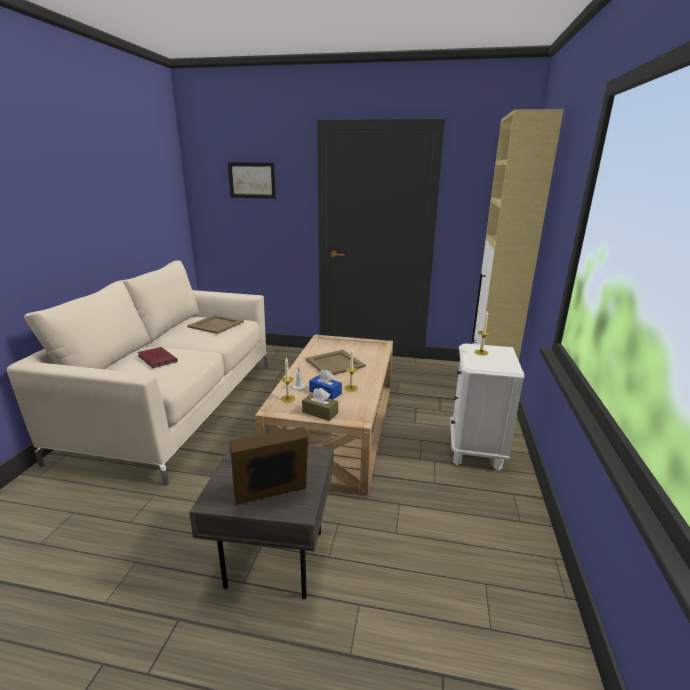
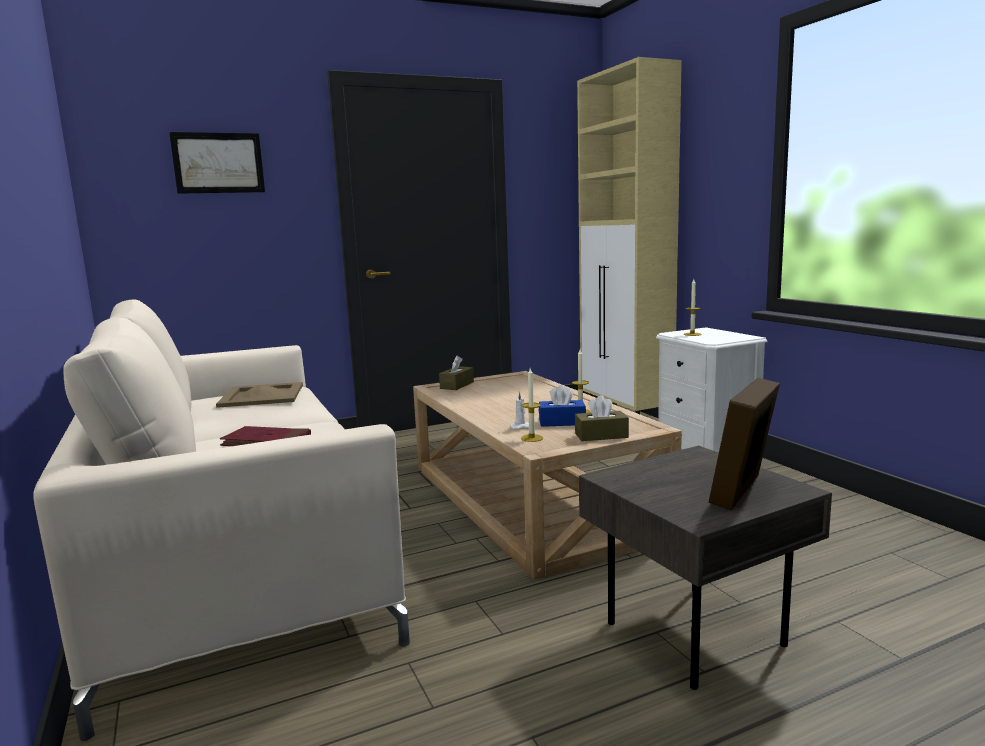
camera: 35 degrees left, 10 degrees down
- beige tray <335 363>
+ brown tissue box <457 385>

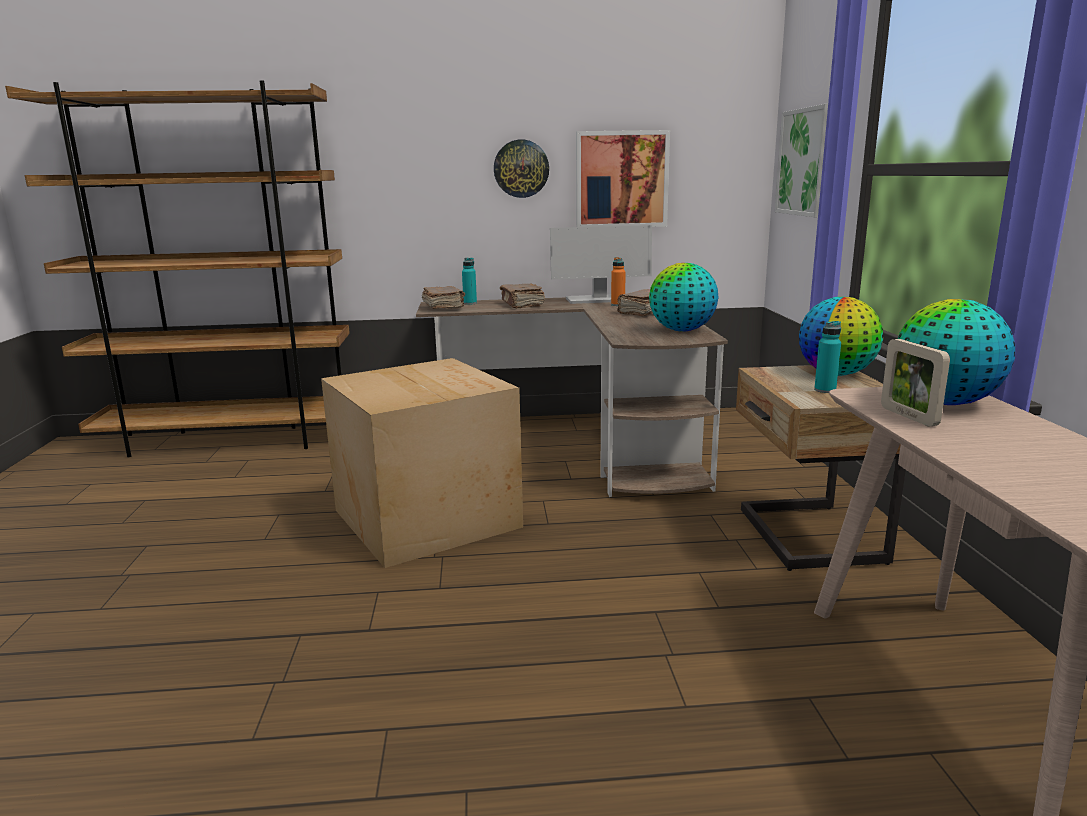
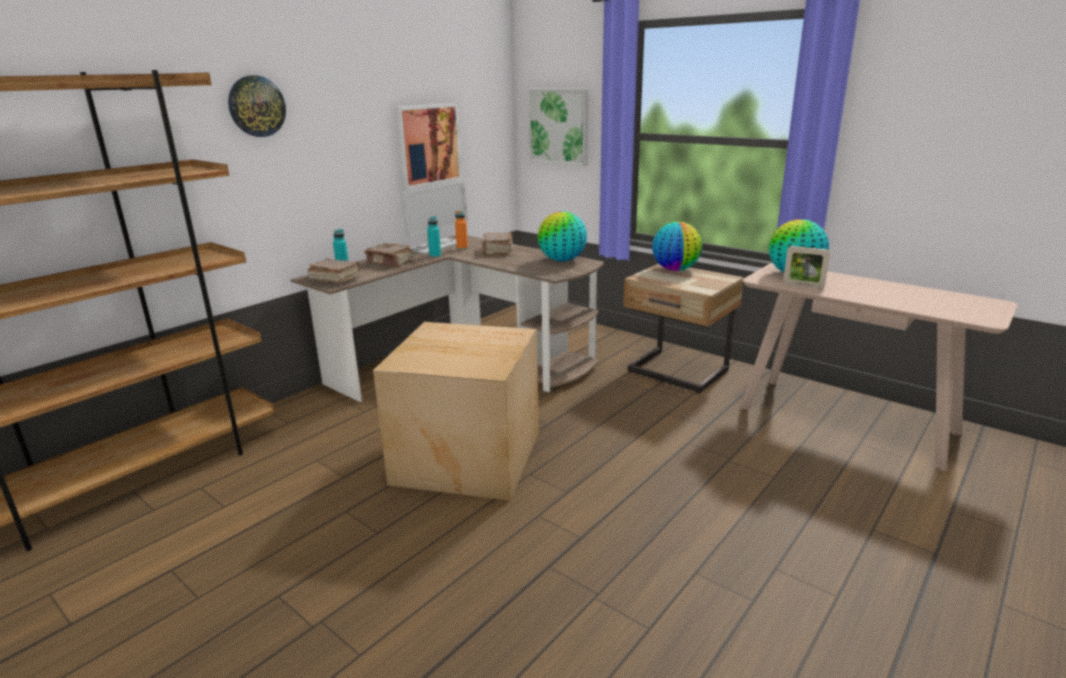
camera: 45 degrees left, 5 degrees up
~ wall clock <521 169> to <256 106>
~ turquoise bottle <825 390> to <435 256>

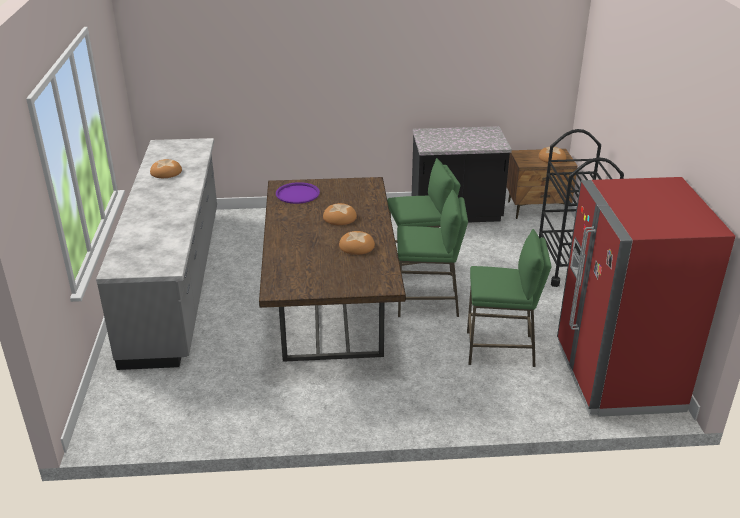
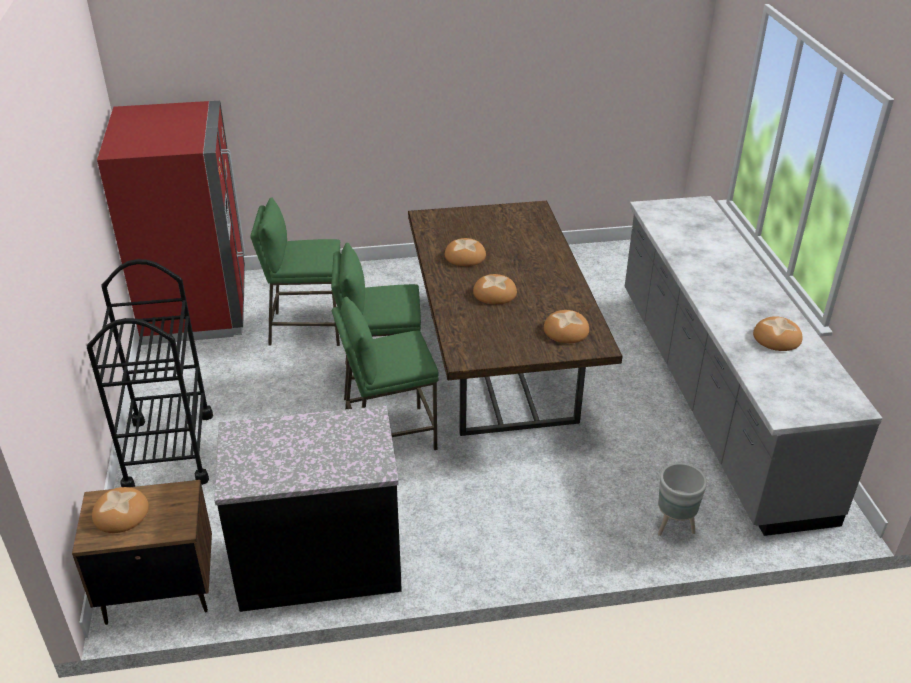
camera: 175 degrees right, 5 degrees up
~ purple tray <297 194> to bread <565 330>
+ grey planter <674 527>

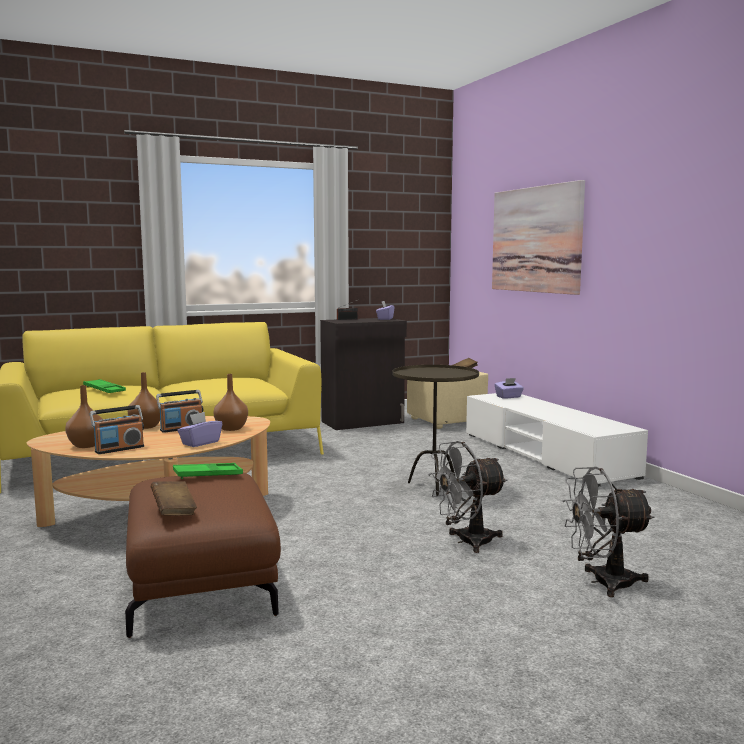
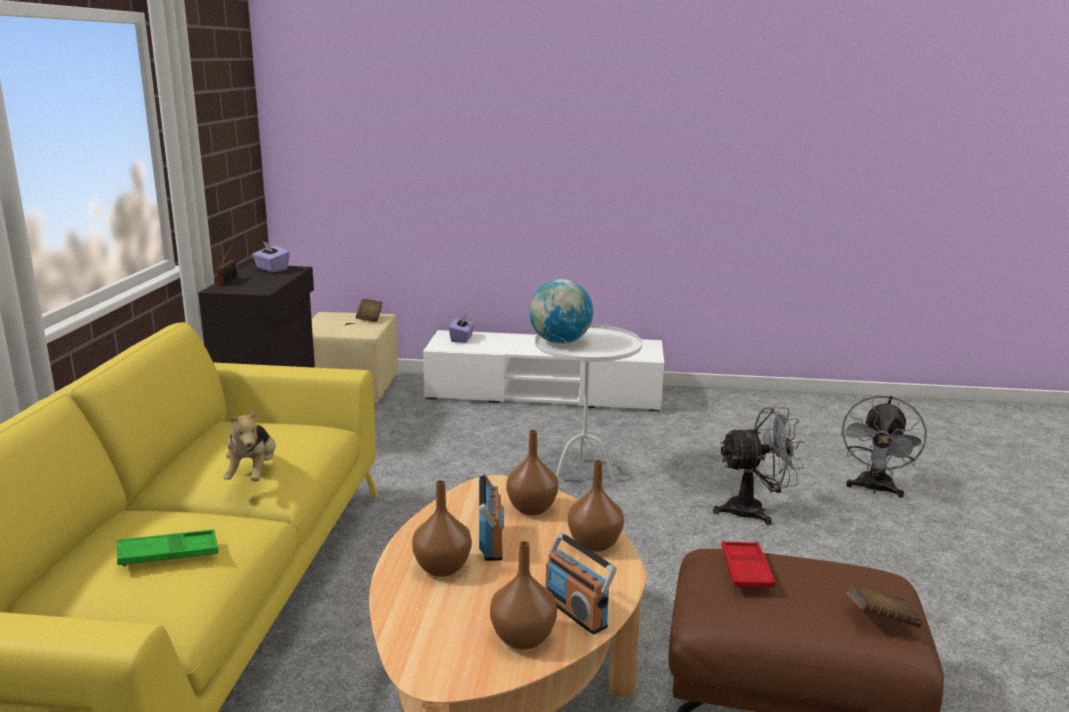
camera: 60 degrees left, 10 degrees up
~ radio <119 449> = <576 612> 150 degrees clockwise
~ green tray <208 475> to red tray <746 570>
~ purple tissue box <200 443> to brown vase <595 544>
~ brown side table <433 486> to white side table <583 474>
~ grey fan <467 542> = <754 510> 105 degrees counterclockwise
- picture <536 239>
+ plush toy <253 474>
+ globe <560 342>

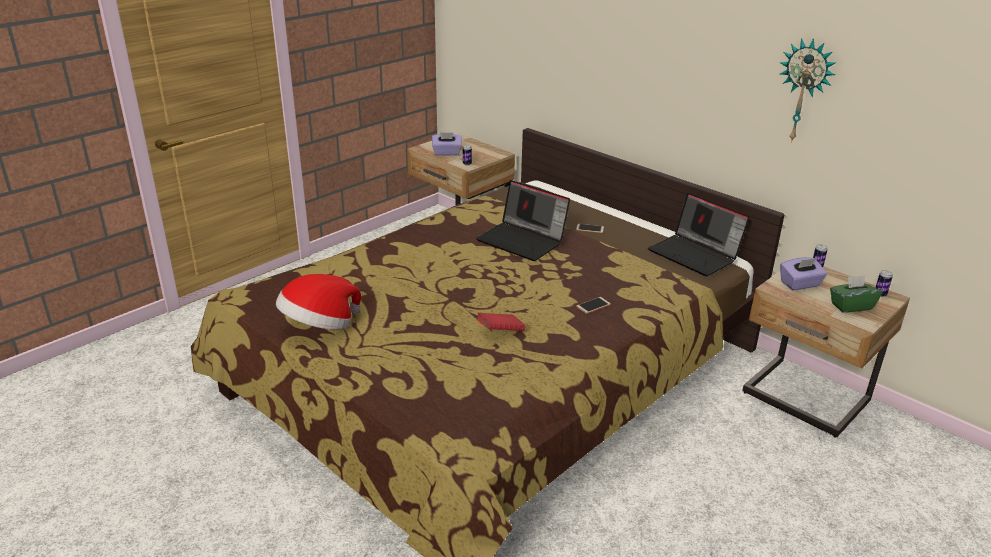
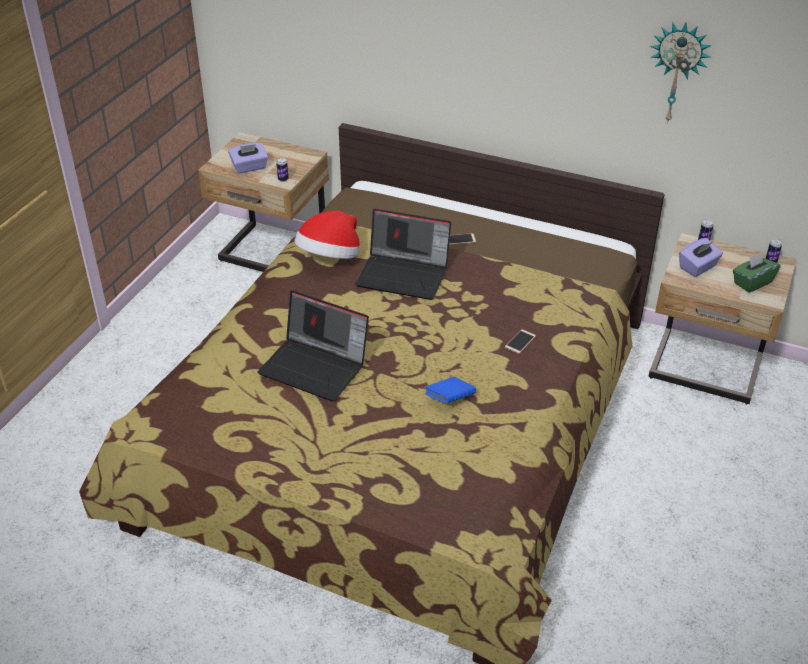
camera: 20 degrees left, 10 degrees up
~ hat <319 326> to <330 258>
~ red book <500 331> to blue book <450 399>
~ laptop <695 255> to <316 367>

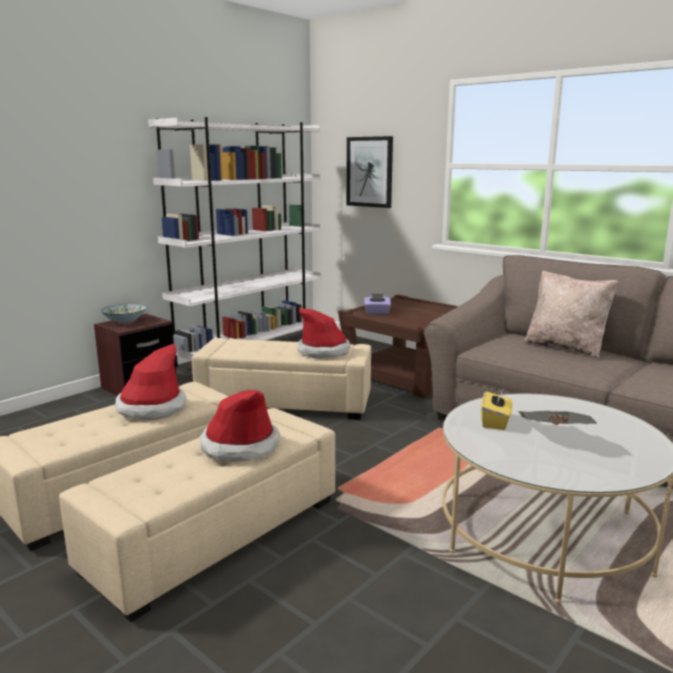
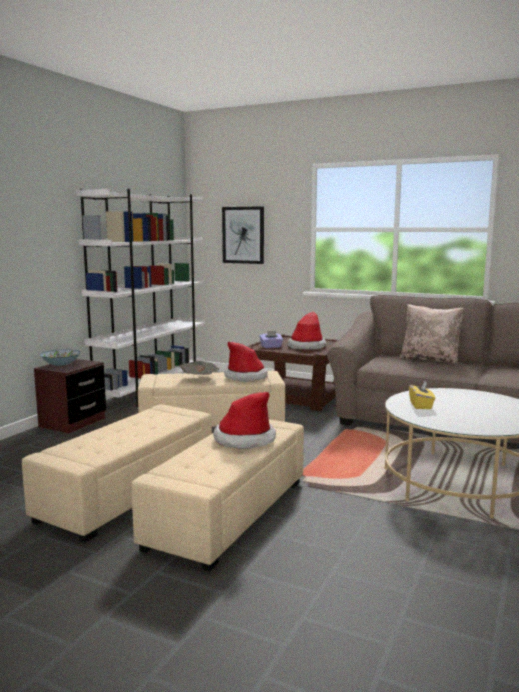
camera: 15 degrees left, 5 degrees down
~ hat <151 408> to <306 346>
~ newspaper <554 437> to <200 379>

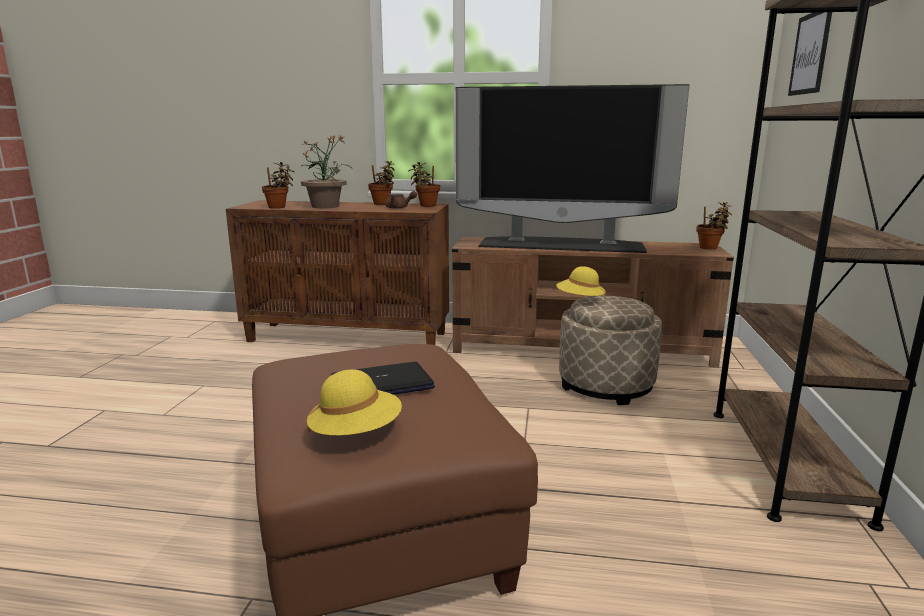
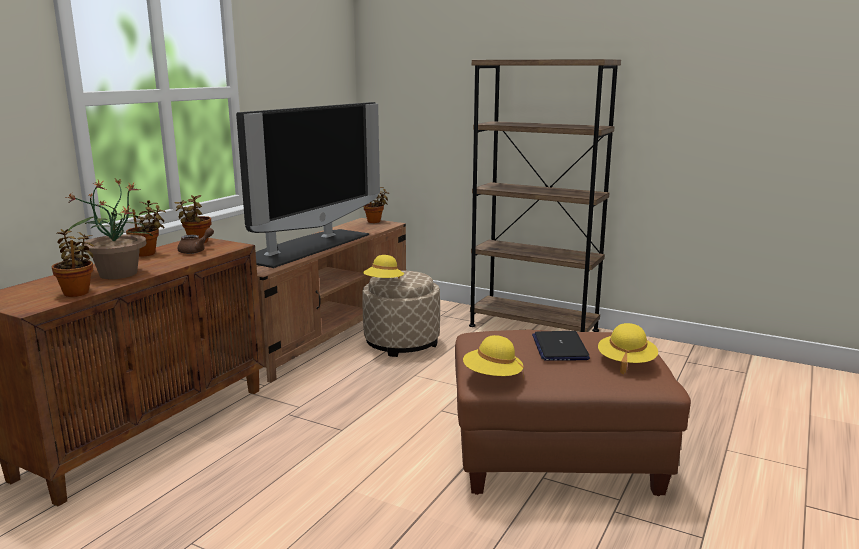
camera: 70 degrees left, 0 degrees up
- picture <810 53>
+ yellow hat <492 377>

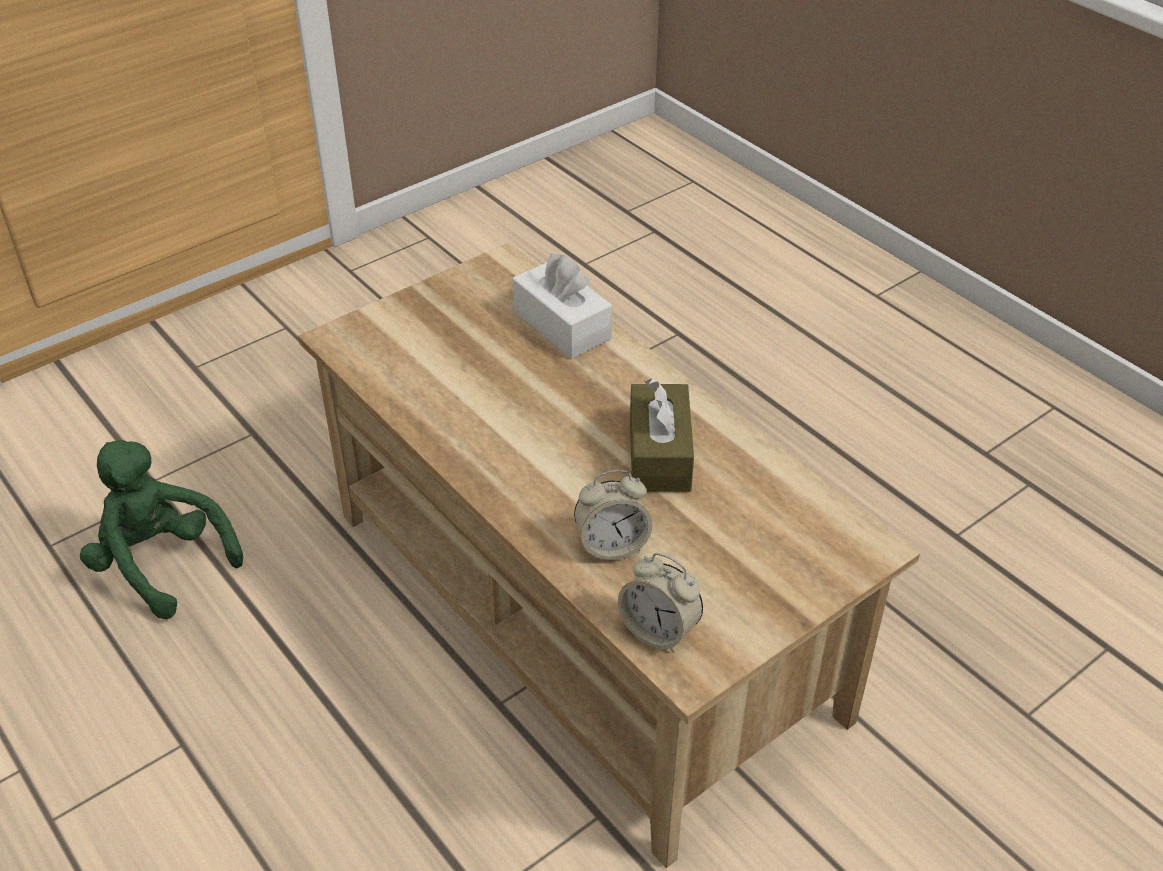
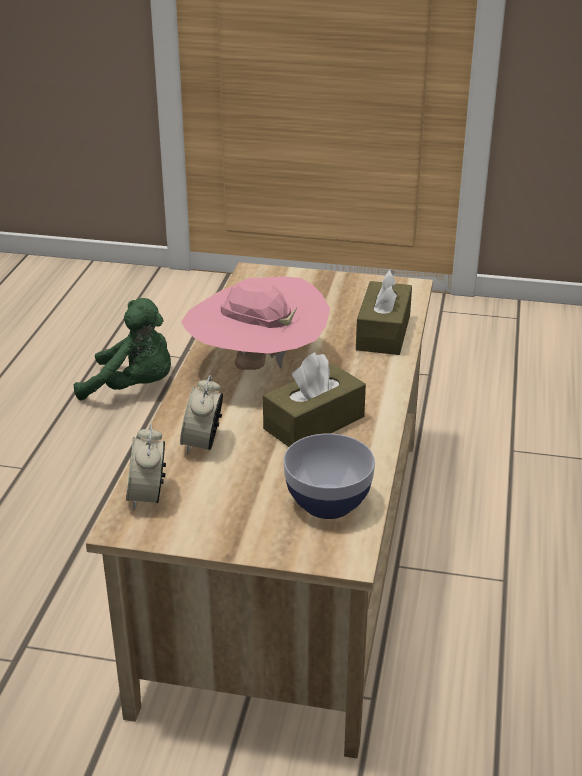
camera: 50 degrees right, 10 degrees down
~ green plush toy <161 564> = <134 387> 105 degrees clockwise
~ white tissue box <562 325> to brown tissue box <383 332>
~ alarm clock <612 545> = <203 444> 60 degrees clockwise
+ pink hat <256 367>
+ bowl <328 503>

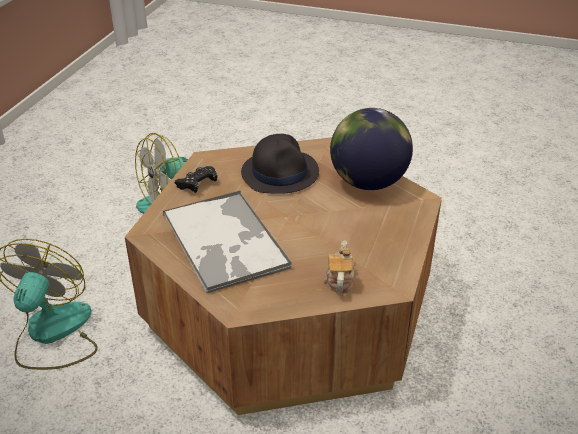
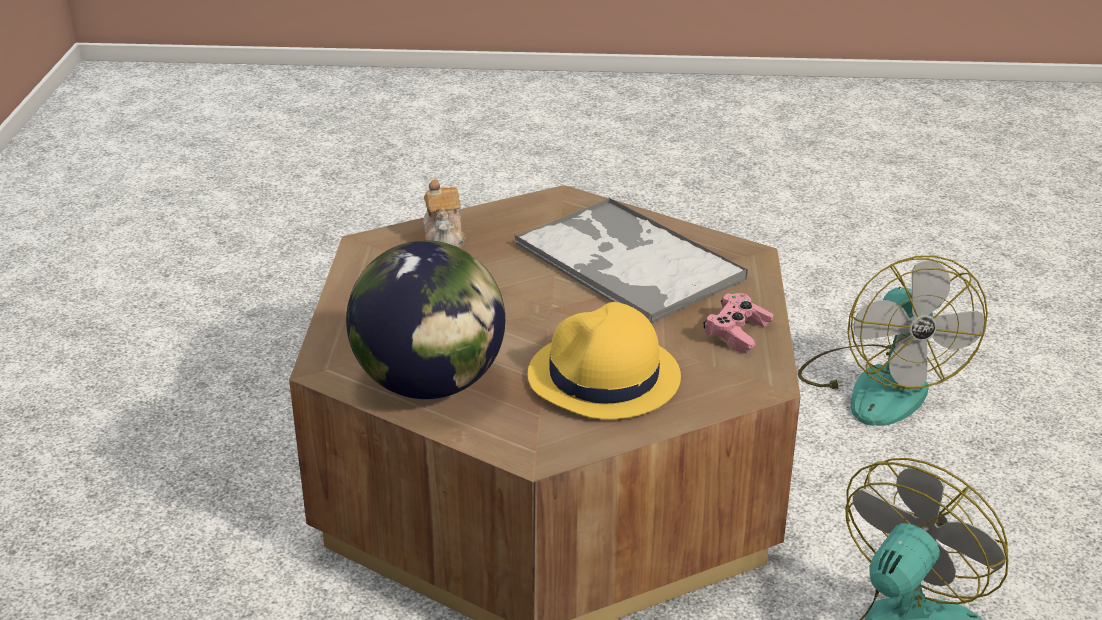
camera: 165 degrees right, 5 degrees down
~ black game controller <197 184> to pink game controller <737 333>
~ black hat <280 172> to yellow hat <603 378>

